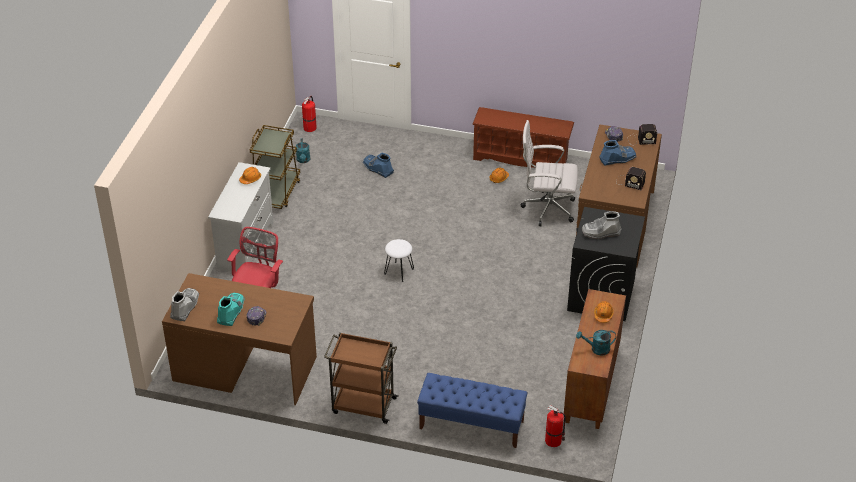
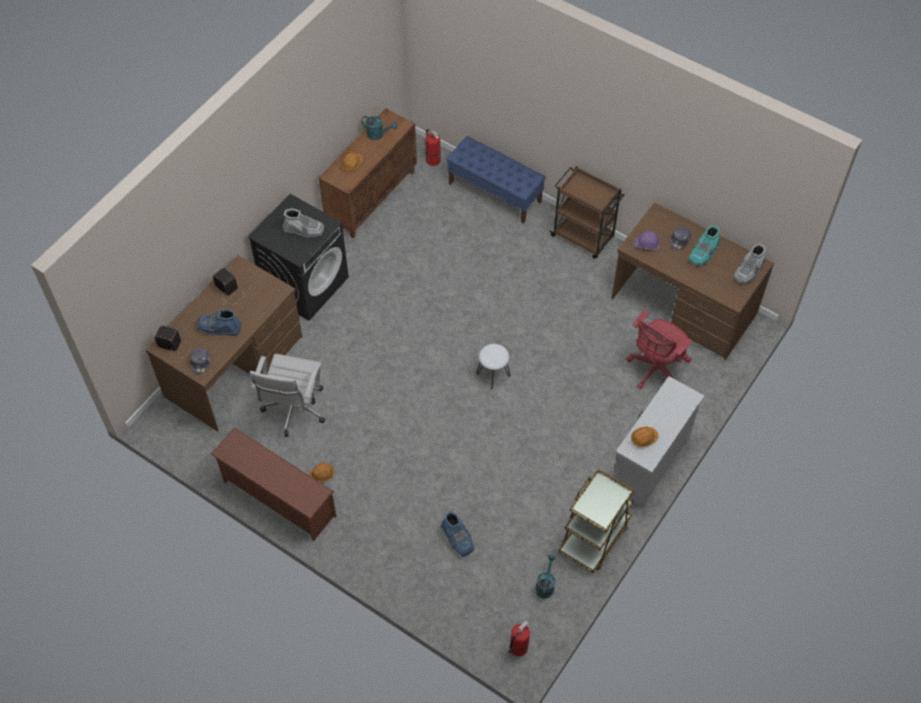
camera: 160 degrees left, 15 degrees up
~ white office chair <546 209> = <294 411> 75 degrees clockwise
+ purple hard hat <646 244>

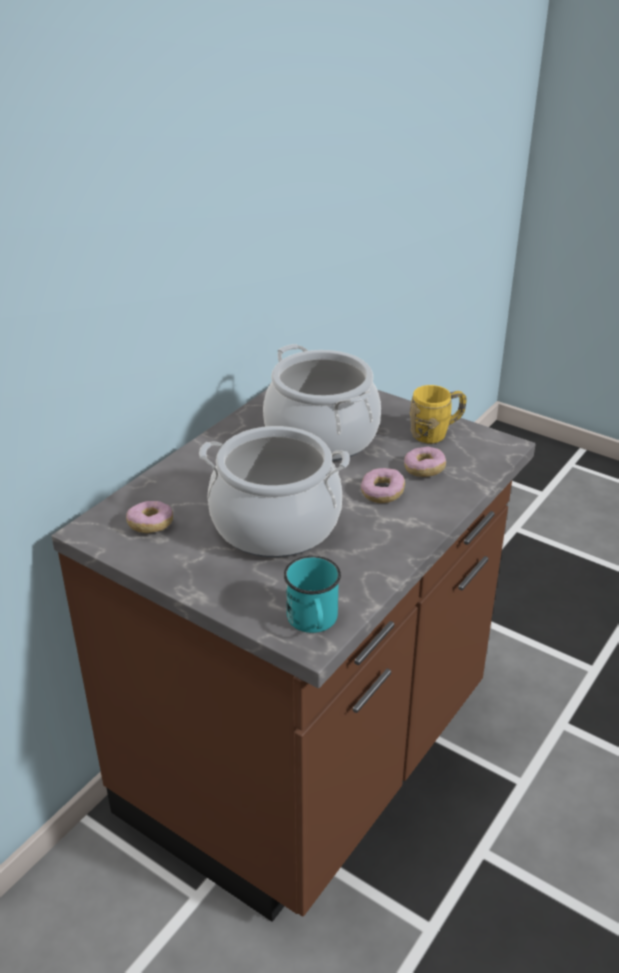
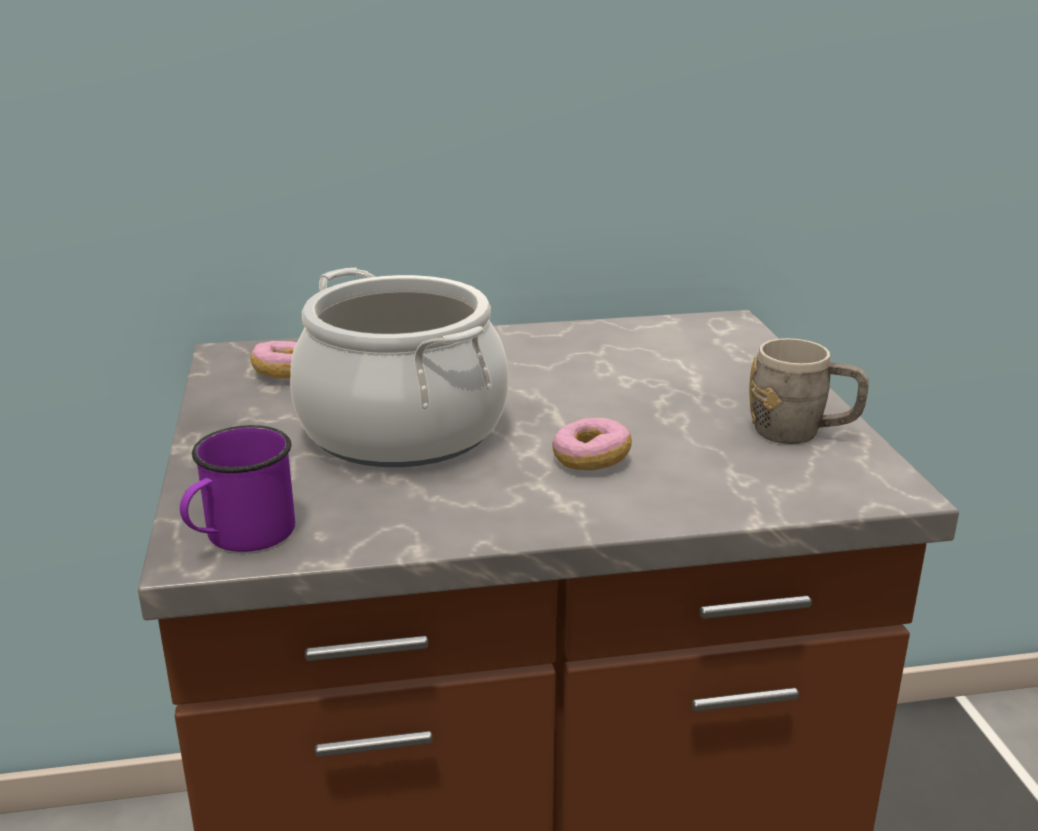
camera: 45 degrees right, 10 degrees down
- cooking pot <322 436>
~ turquoise mug <313 622> to purple mug <240 536>
- donut <424 470>
~ yellow mug <436 433> to grey mug <801 433>

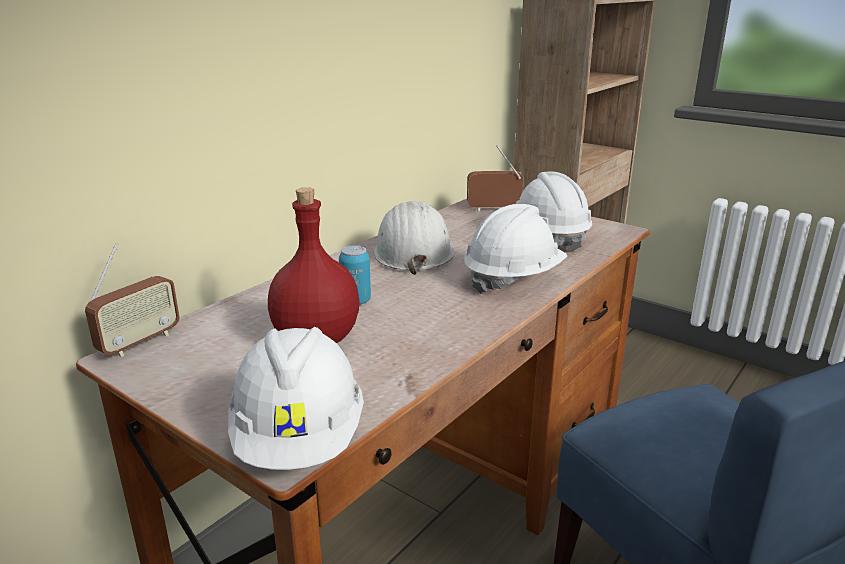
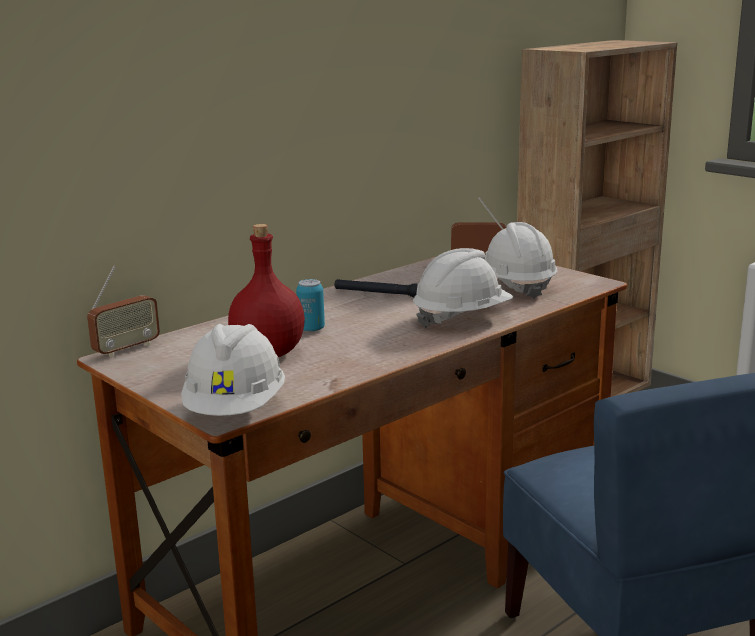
camera: 10 degrees right, 5 degrees down
~ white hard hat <412 251> to black flashlight <379 294>

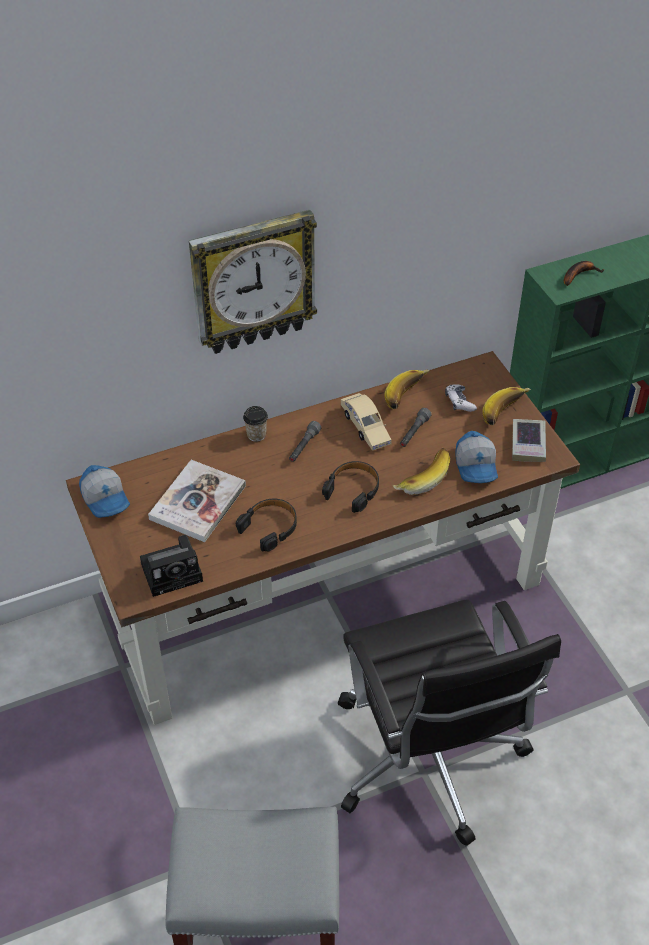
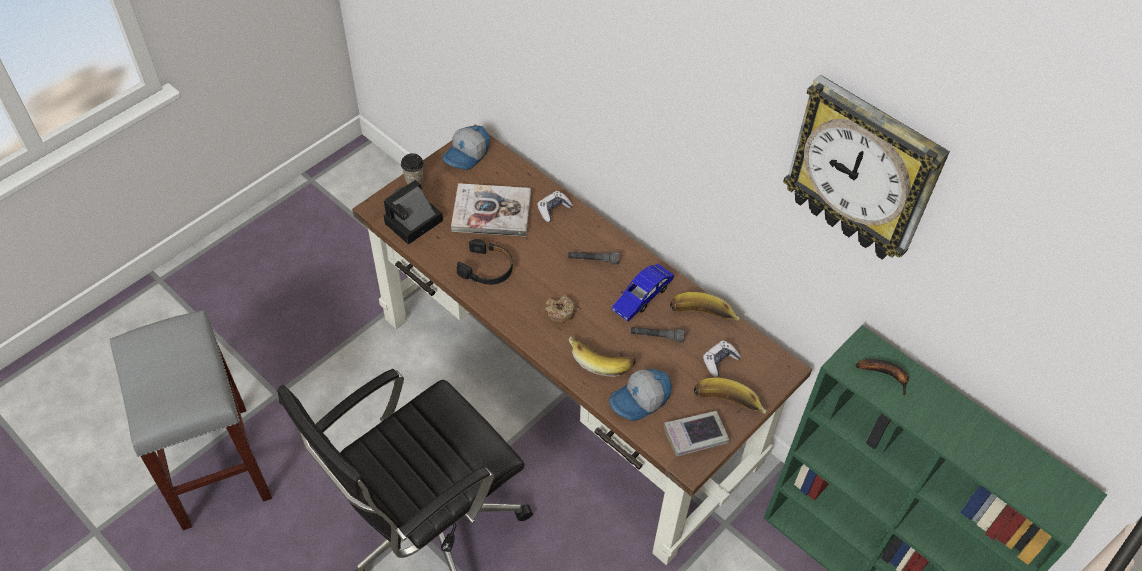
camera: 65 degrees right, 5 degrees up
~ photo camera <174 571> = <412 223> 90 degrees clockwise
~ wall clock <252 282> to <863 171>
~ cup <256 435> to <414 180>
~ black headphones <353 489> to donut <560 312>
~ beige toy car <365 427> to blue toy car <642 297>
+ game controller <553 209>

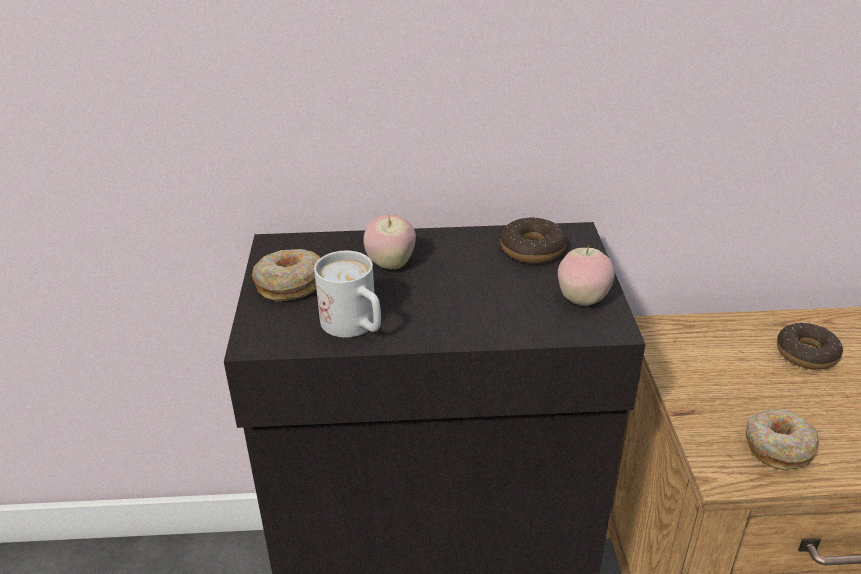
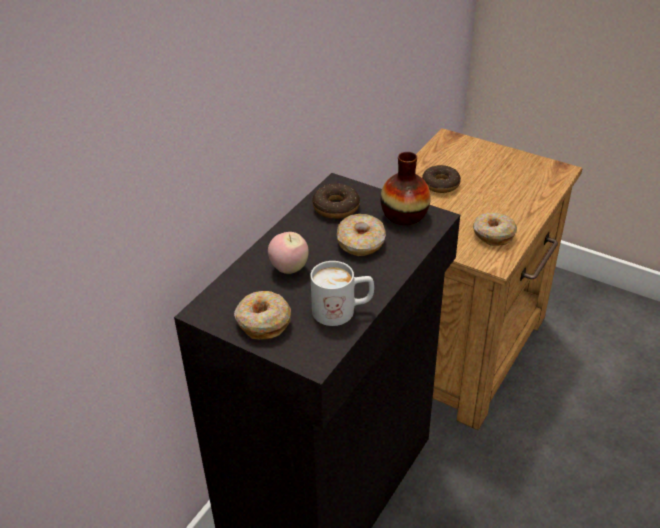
camera: 55 degrees left, 5 degrees up
~ apple <582 300> to vase <404 215>
+ donut <361 242>

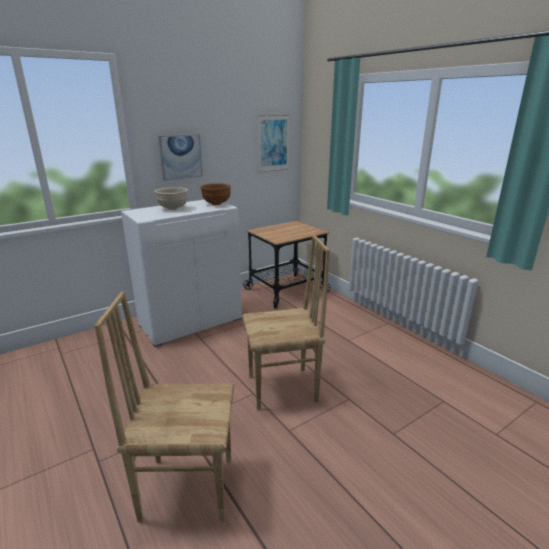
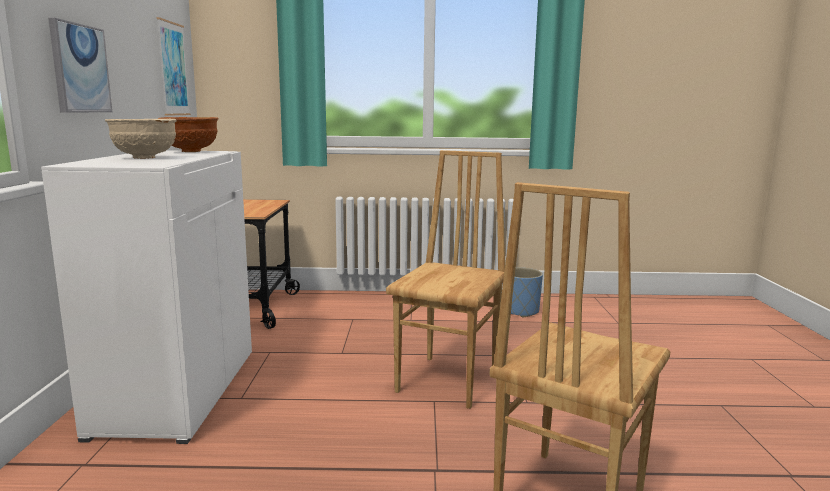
camera: 55 degrees left, 10 degrees down
+ blue planter <520 311>

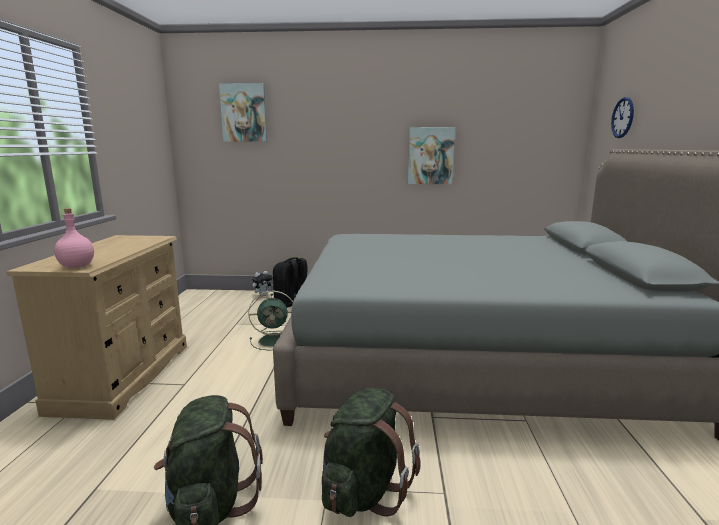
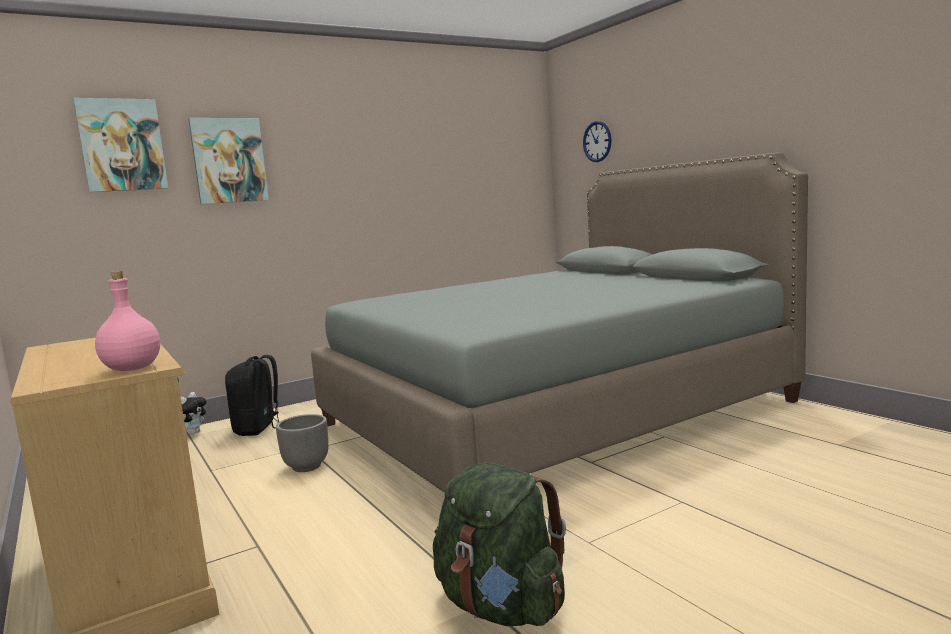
camera: 35 degrees left, 5 degrees down
~ green fan <275 340> to grey planter <306 466>
- green backpack <364 490>
~ picture <430 155> to <229 160>

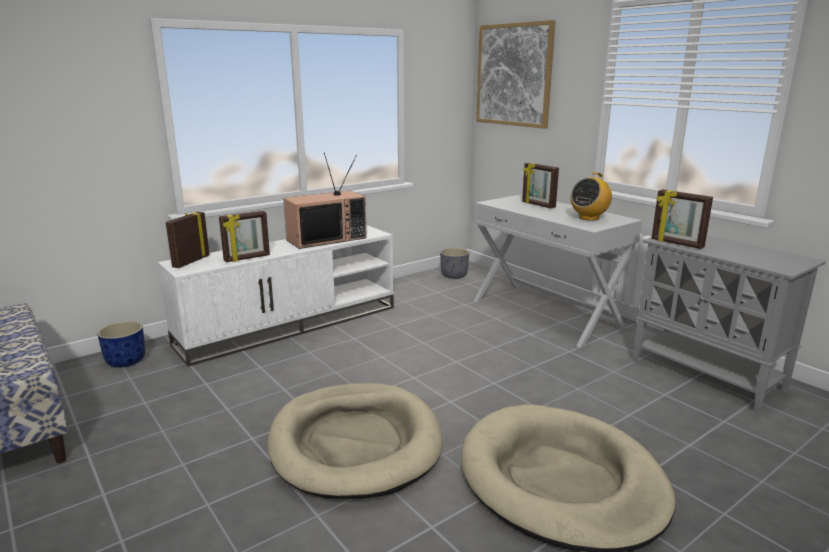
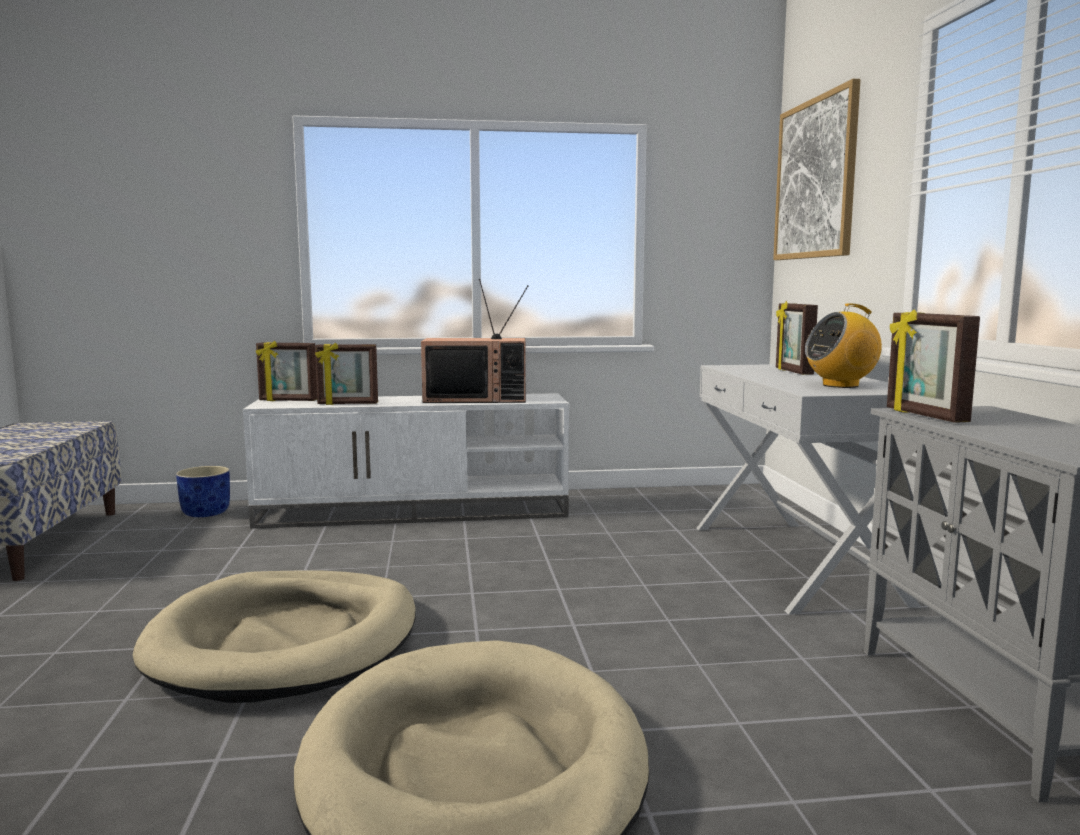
camera: 30 degrees right, 10 degrees down
~ picture frame <190 261> = <288 401> 135 degrees counterclockwise
- grey planter <454 275>

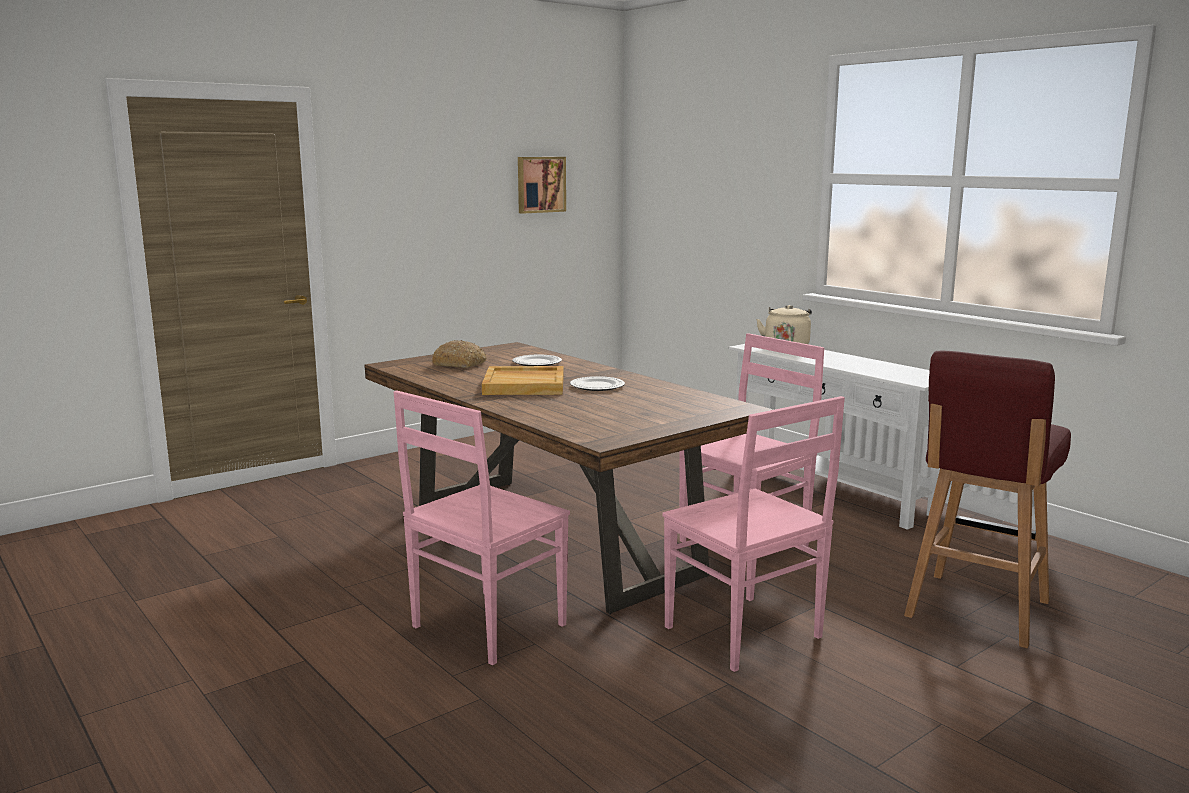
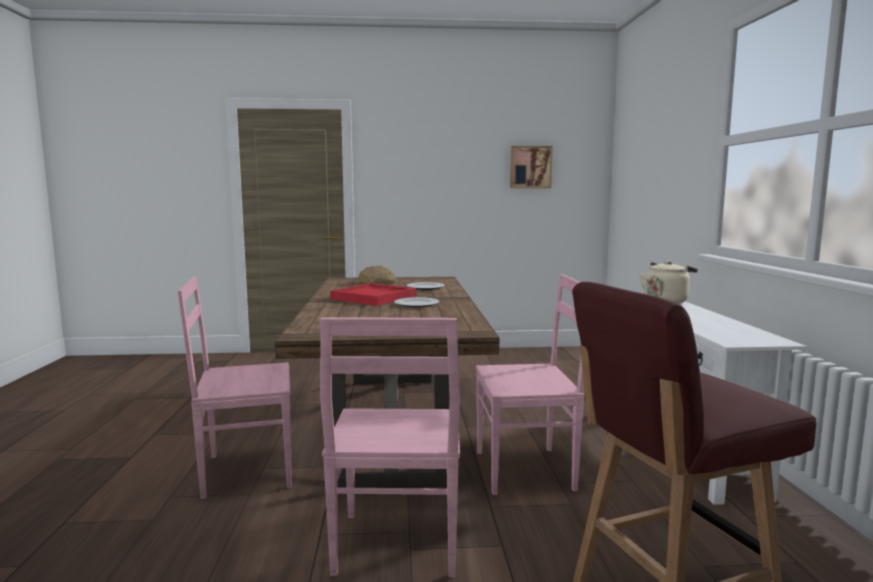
camera: 35 degrees right, 5 degrees down
~ beige tray <525 385> to red tray <374 297>

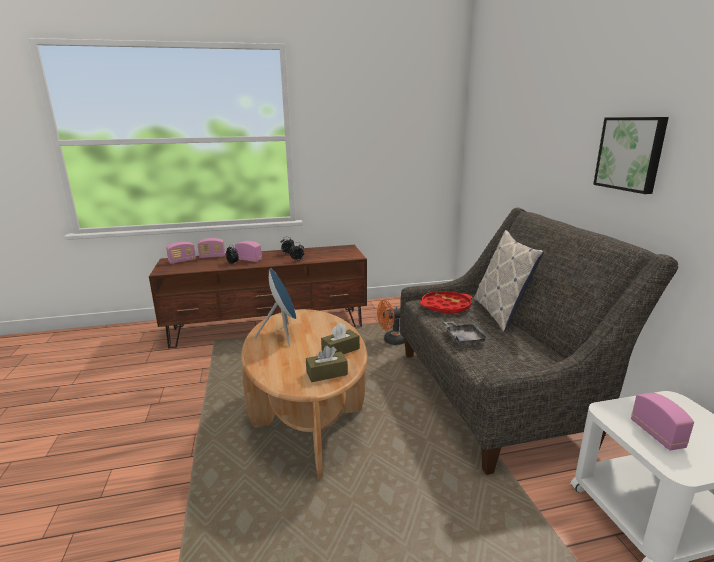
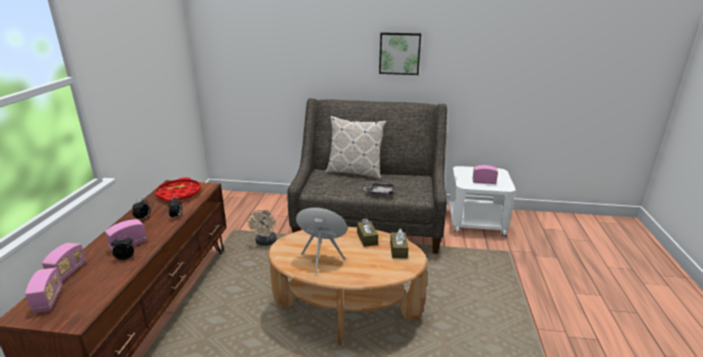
camera: 70 degrees left, 5 degrees up
~ orange fan <391 341> to beige fan <265 242>
~ red tray <445 306> to <179 194>

